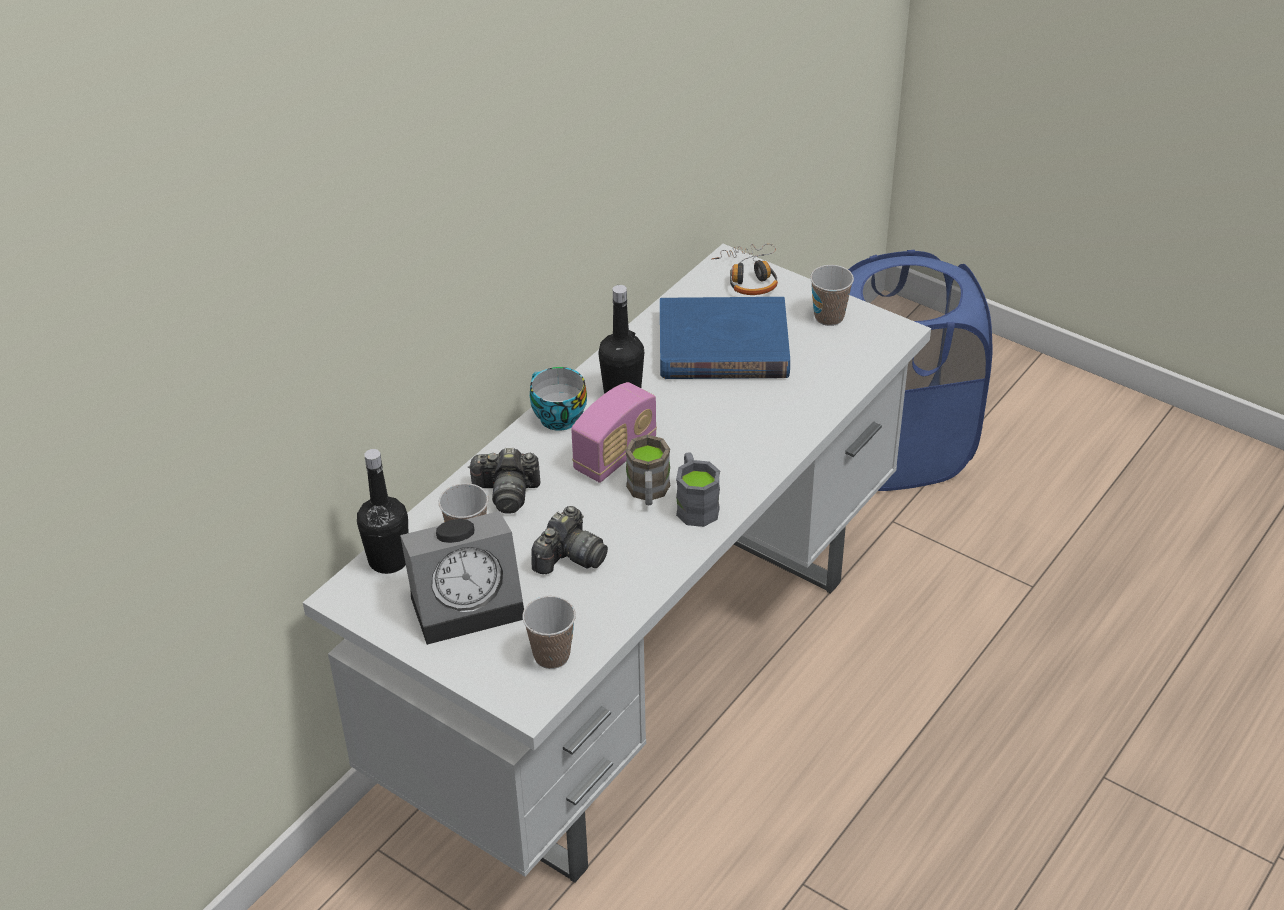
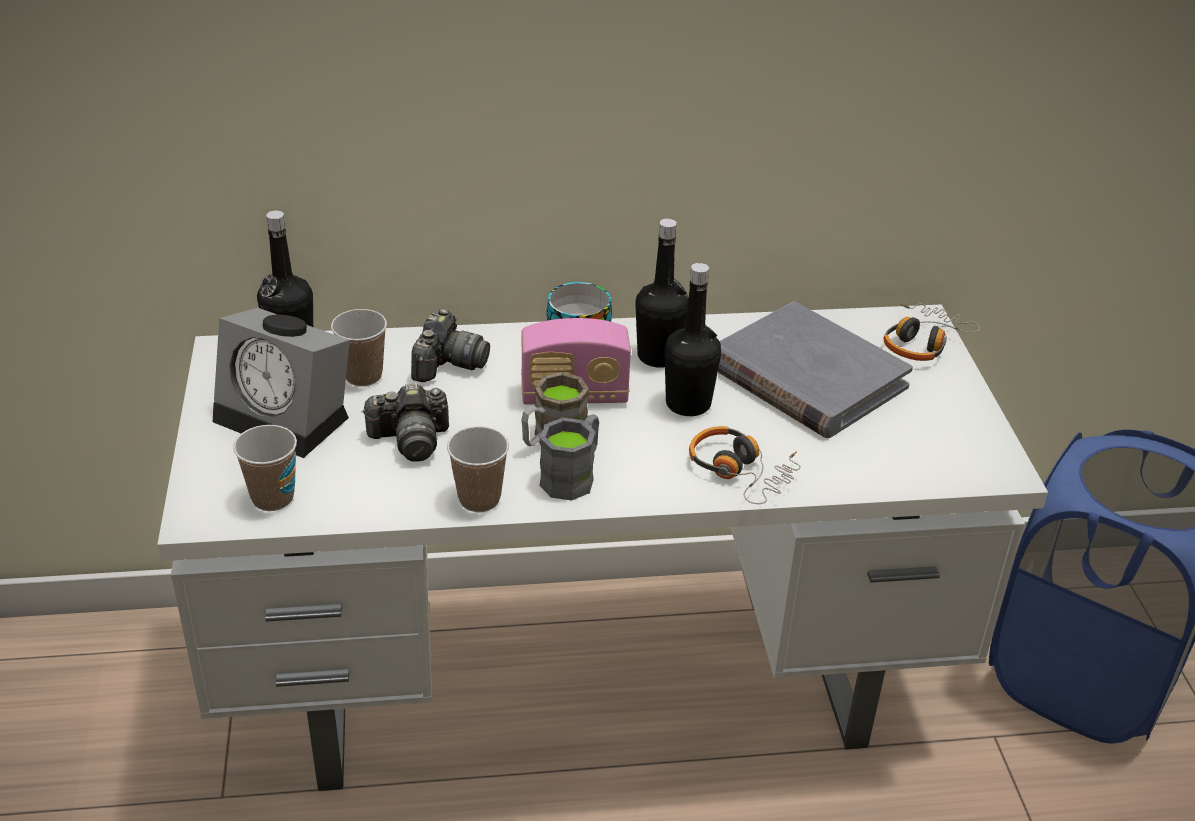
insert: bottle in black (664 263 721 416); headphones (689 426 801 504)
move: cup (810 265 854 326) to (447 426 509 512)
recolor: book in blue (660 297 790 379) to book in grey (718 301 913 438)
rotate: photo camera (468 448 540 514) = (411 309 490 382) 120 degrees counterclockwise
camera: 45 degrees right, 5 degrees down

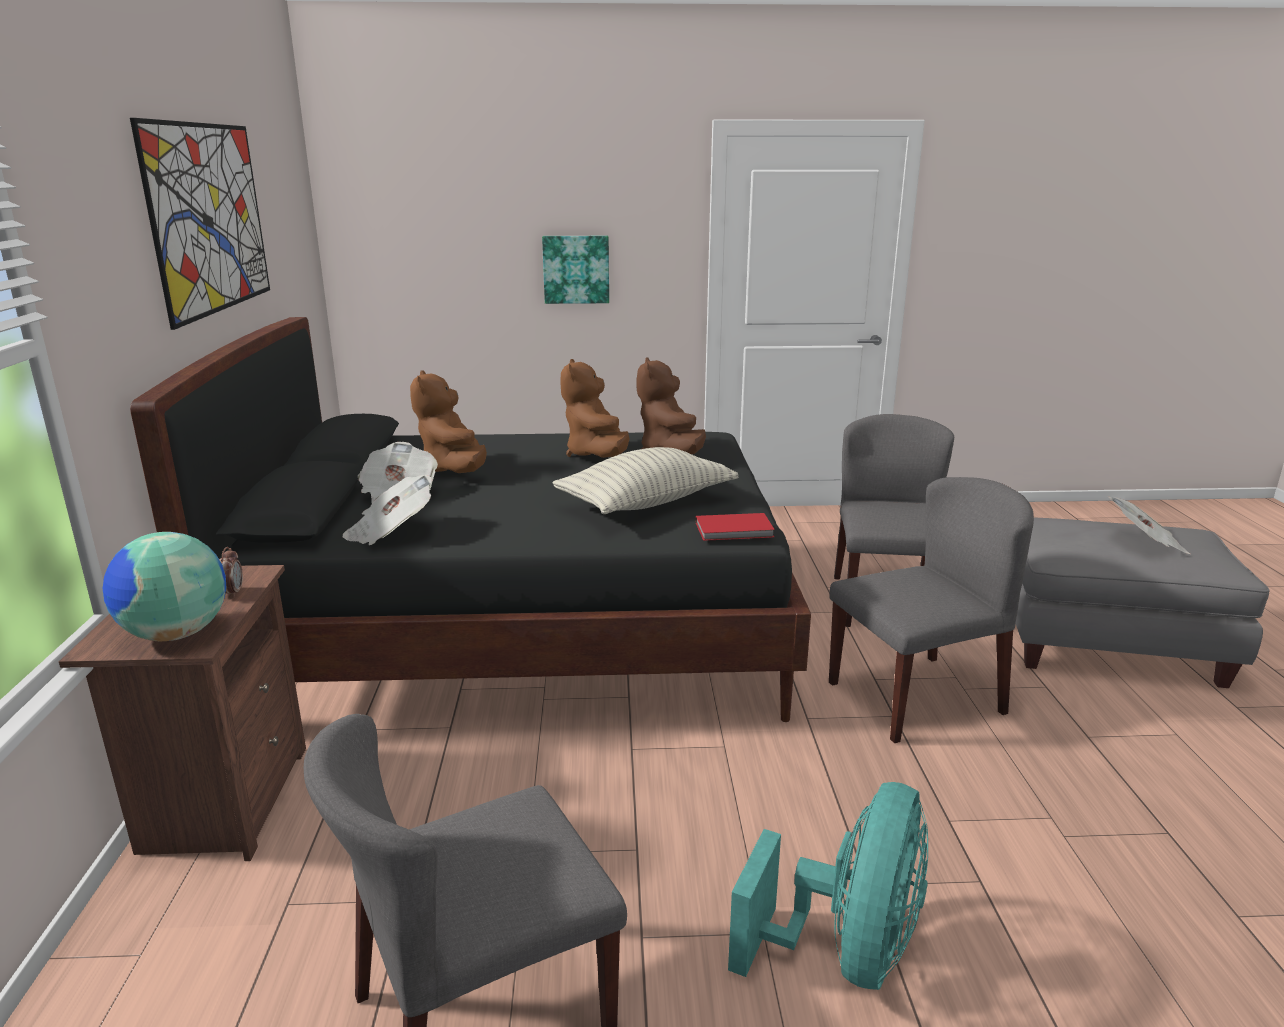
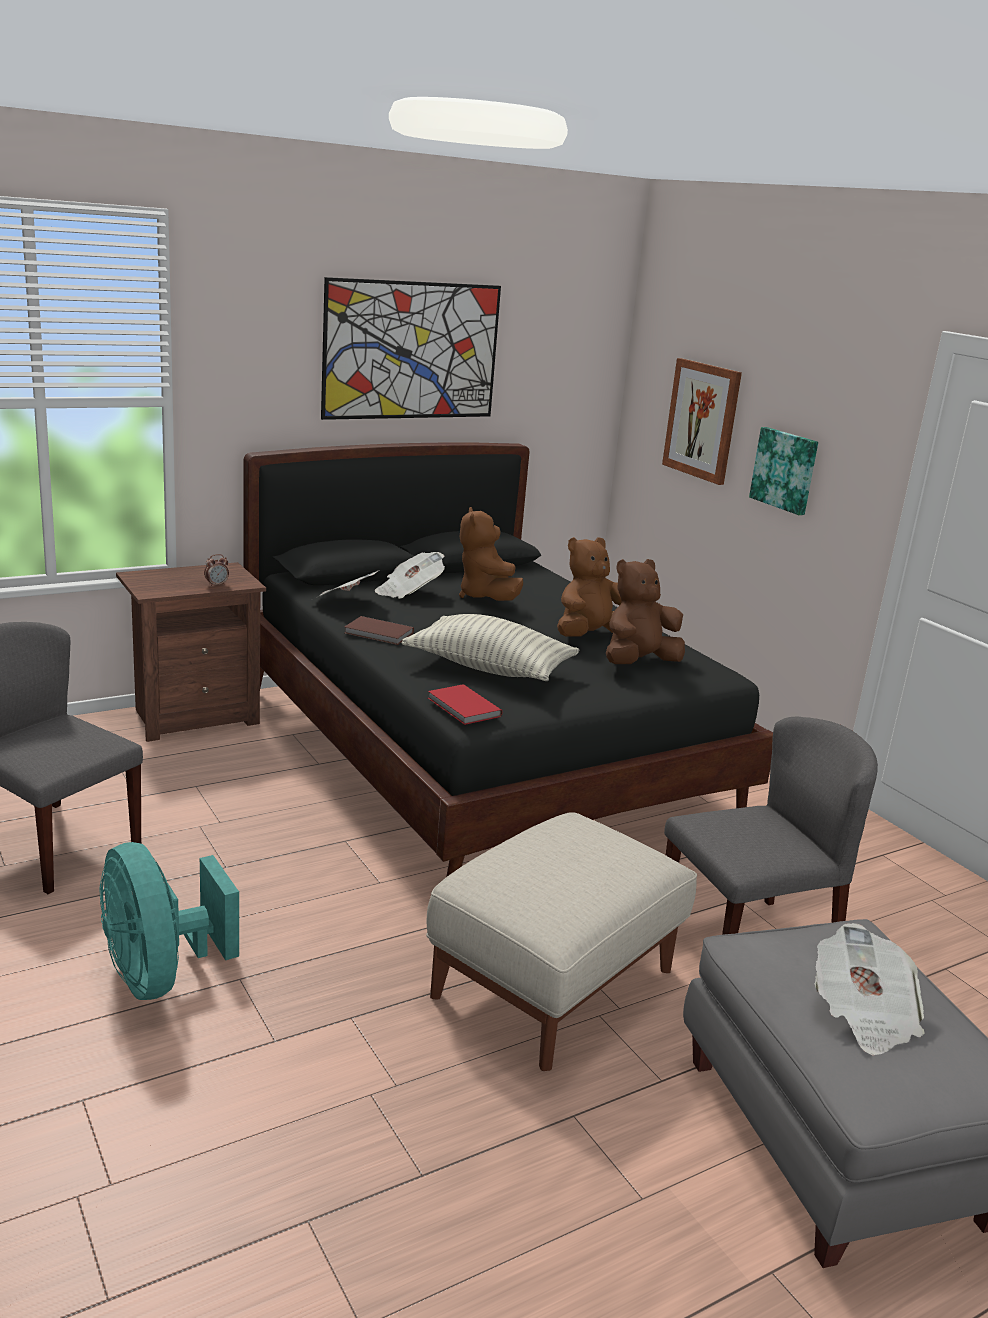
delete: globe (103 532 226 641)
insert: book in brown (345 616 414 645); picture (662 358 742 485)
replace: chair in grey (829 477 1034 743) to ottoman in beige (426 812 697 1071)
rotate: fan in turquoise (728 782 928 990) = (100 842 239 1000) 60 degrees clockwise; plush toy in brown (410 370 487 473) = (459 507 523 601) 60 degrees counterclockwise
camera: 60 degrees right, 0 degrees up

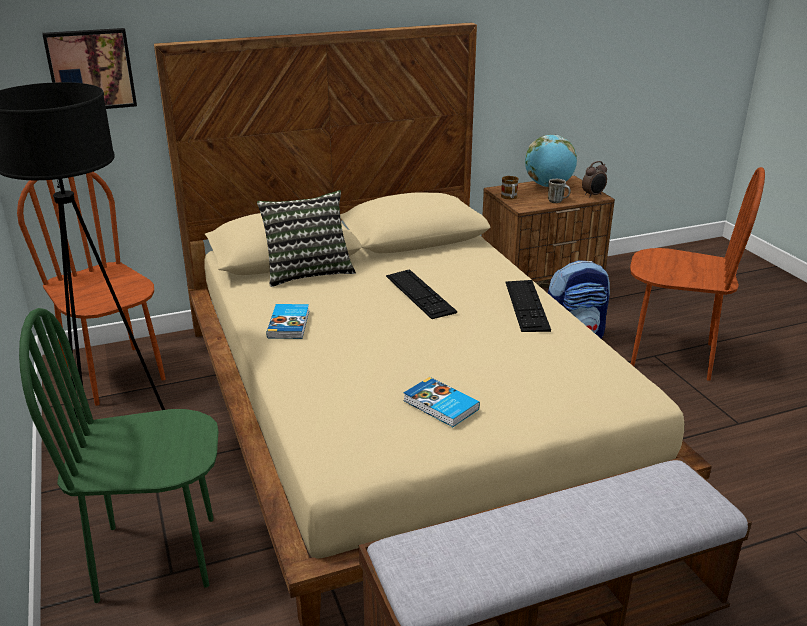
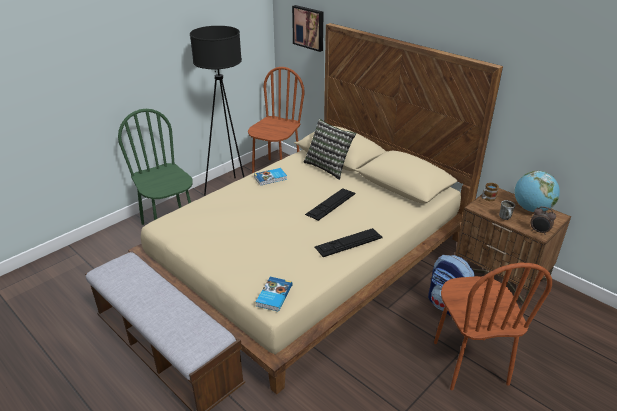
move: book (403 377 480 427) to (256 277 293 312)
camera: 65 degrees right, 5 degrees up

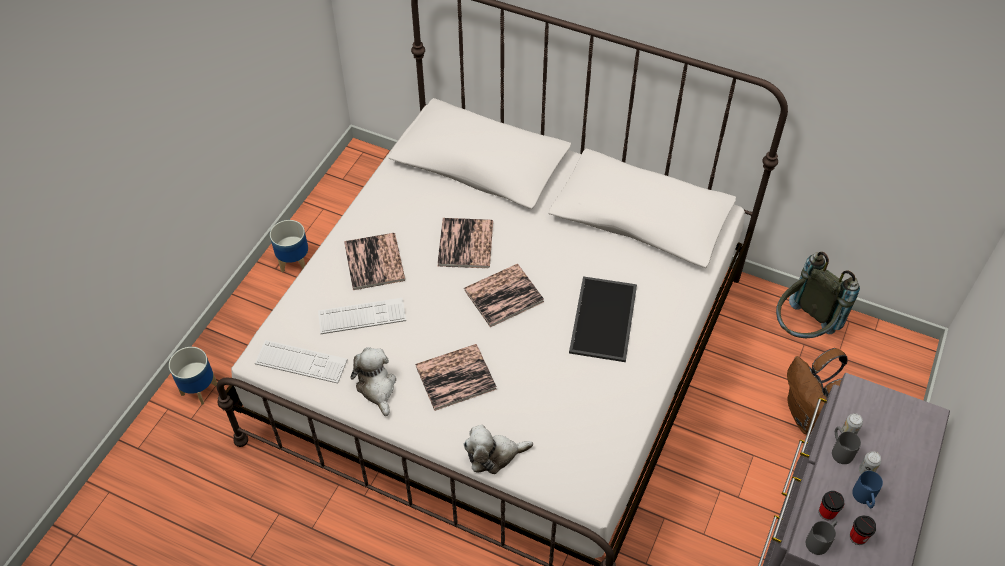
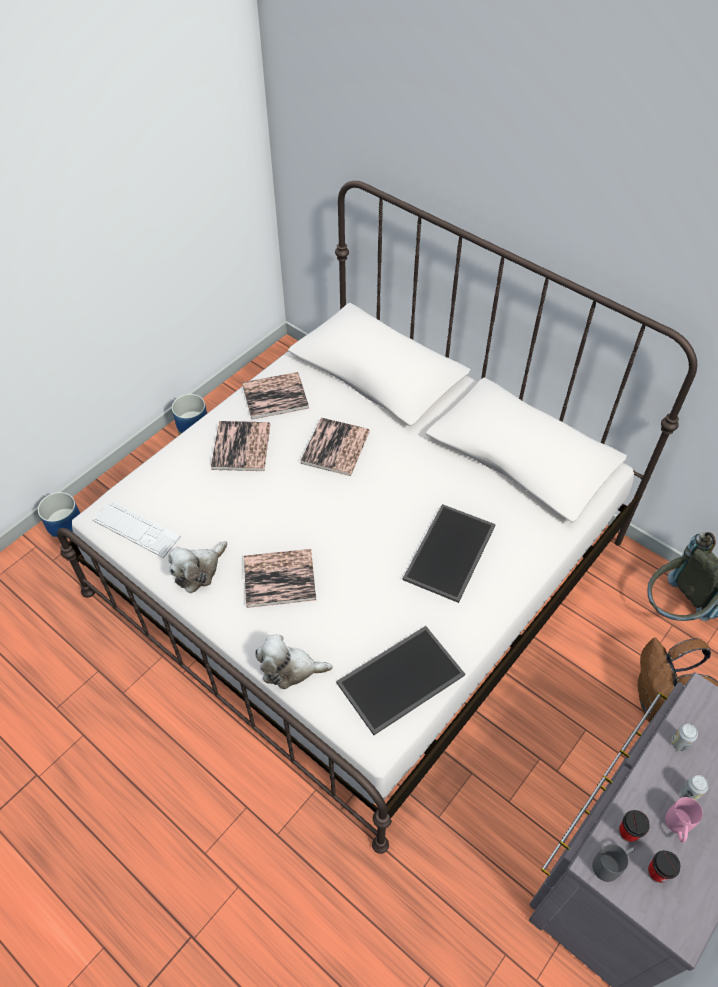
delete: keyboard (318 298 406 334); mug in grey (832 426 861 464)
insert: tray (336 626 465 735)
move: book (464 264 544 327) to (242 372 309 420)
recolor: mug in blue (852 471 883 508) to mug in pink (665 797 703 843)
rotate: plush toy (351 347 396 416) = (168 541 227 594) 135 degrees counterclockwise
camera: 15 degrees right, 0 degrees up

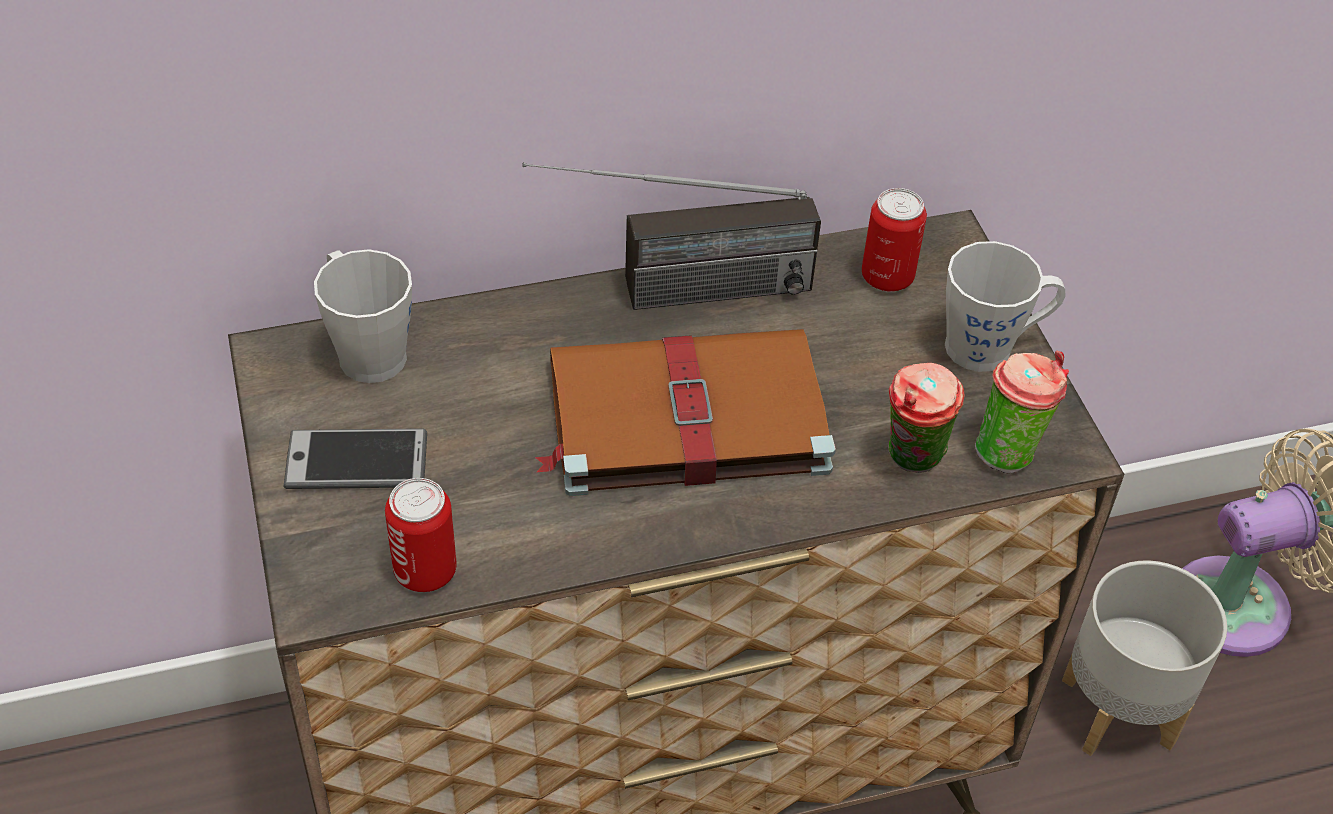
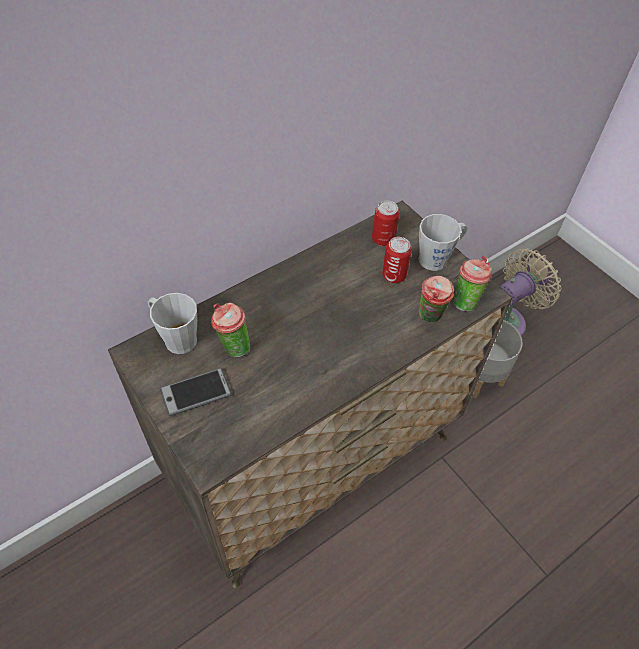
delete: radio (522 162 821 310); book in brown (535 329 836 496)
insert: cup (211 303 250 357)
move: can (385 478 457 592) to (382 237 412 283)
camera: 20 degrees left, 5 degrees up

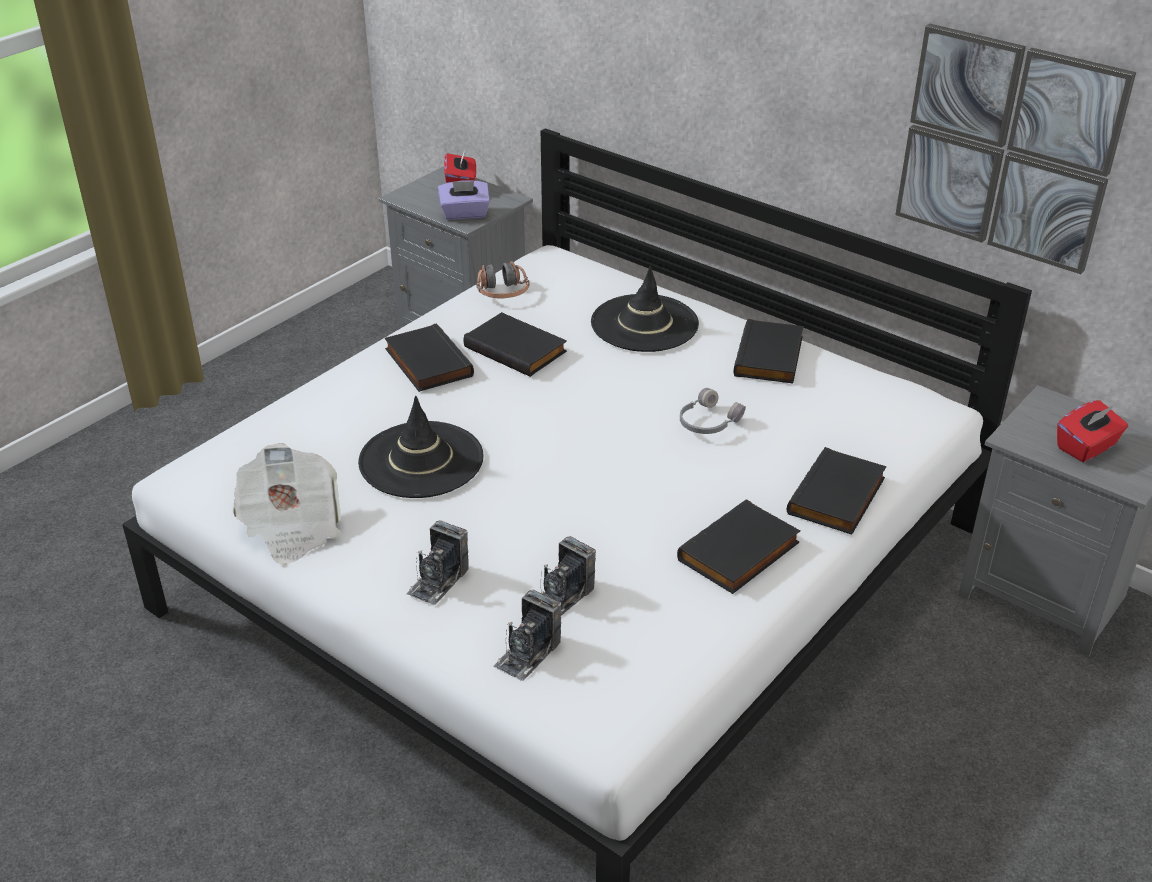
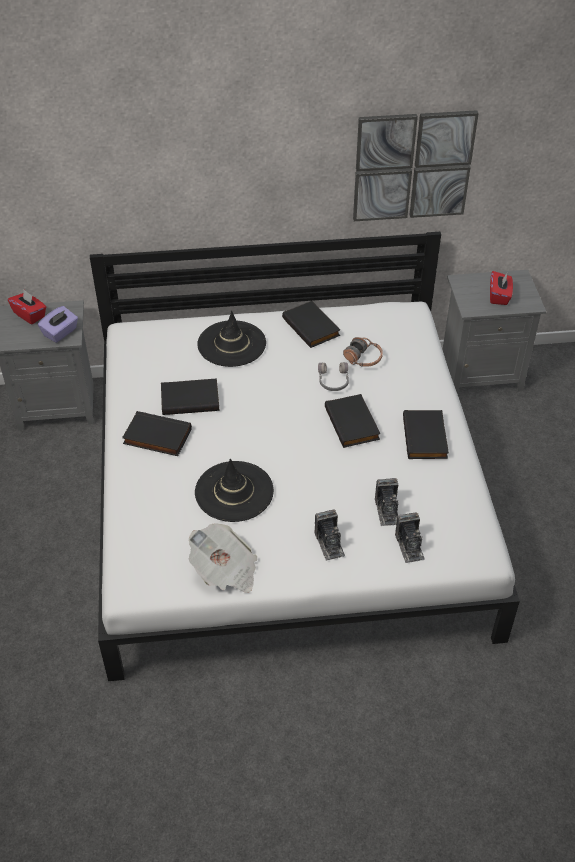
move: book in black (787 447 887 535) to (325 394 380 448); headphones (477 261 529 298) to (343 337 383 367)
camera: 45 degrees left, 10 degrees up

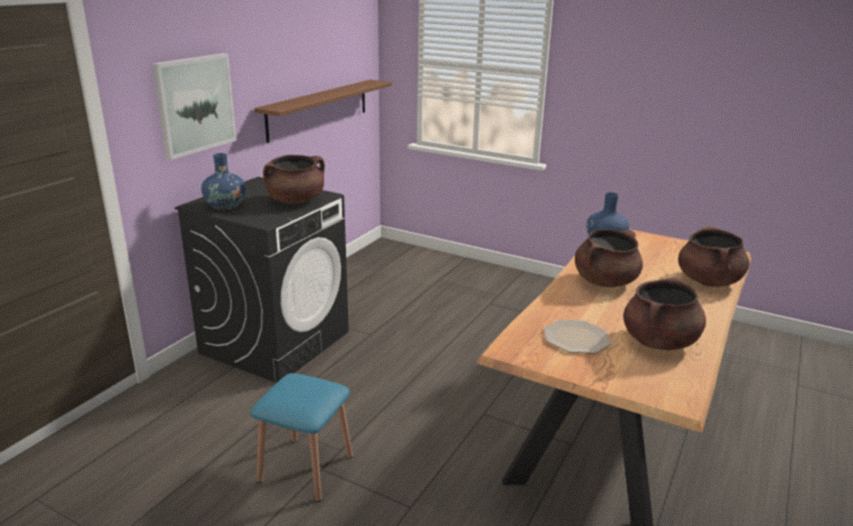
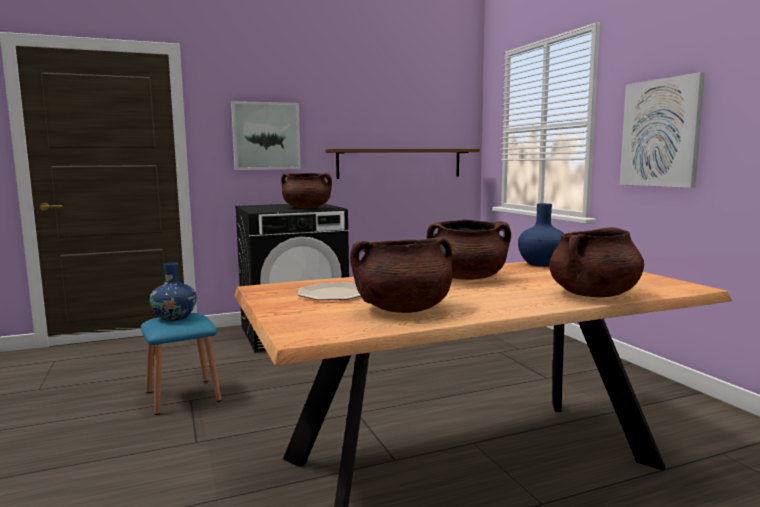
insert: picture (620 72 705 188)
move: vase in blue (201 153 246 210) to (150 262 197 321)
camera: 40 degrees right, 15 degrees down

